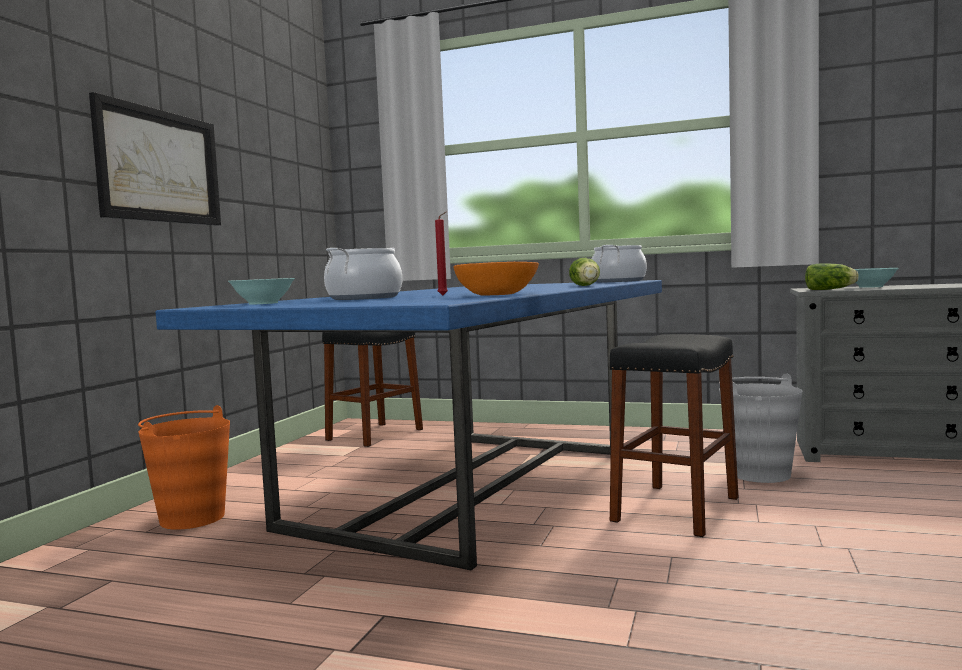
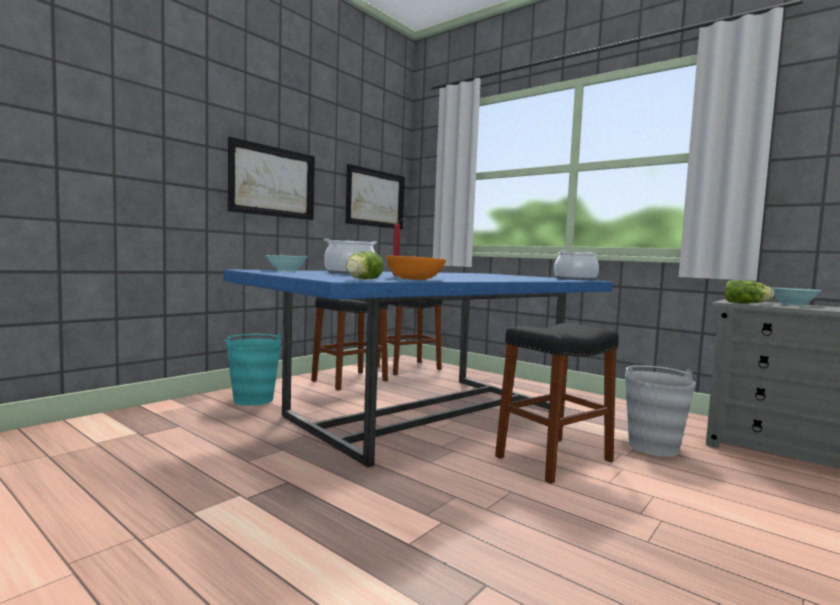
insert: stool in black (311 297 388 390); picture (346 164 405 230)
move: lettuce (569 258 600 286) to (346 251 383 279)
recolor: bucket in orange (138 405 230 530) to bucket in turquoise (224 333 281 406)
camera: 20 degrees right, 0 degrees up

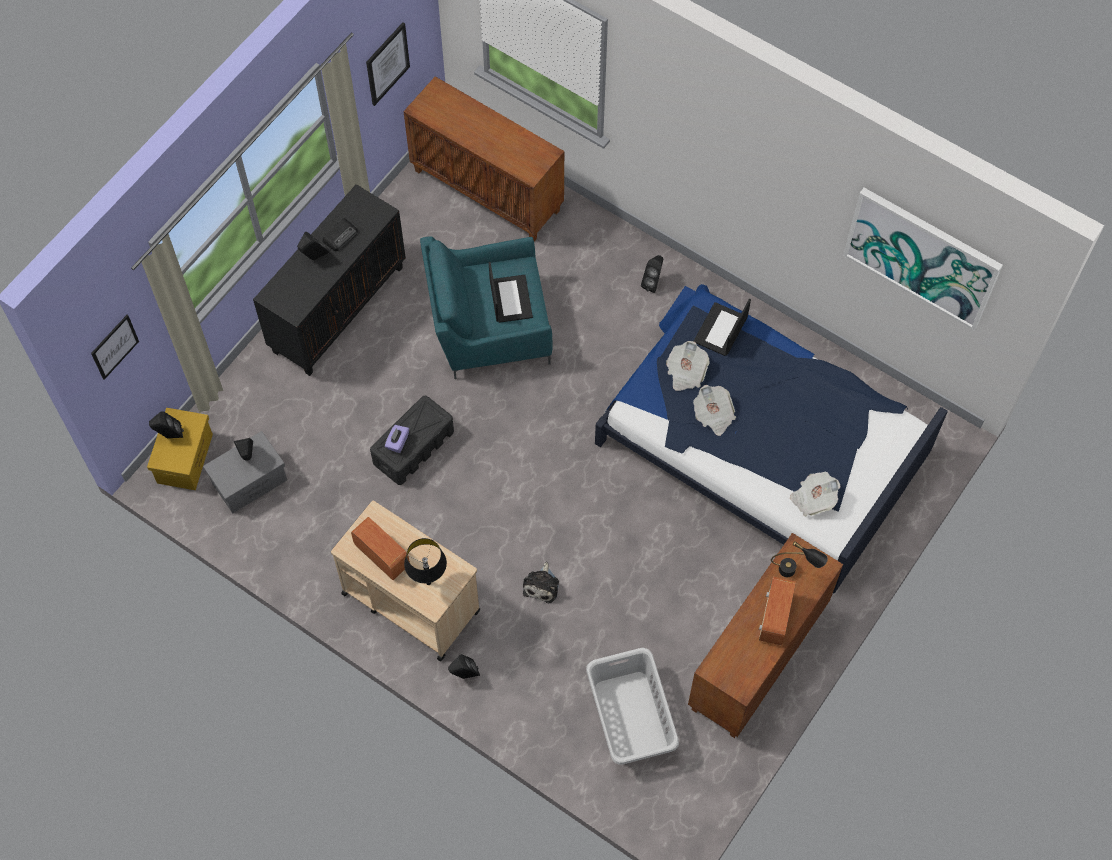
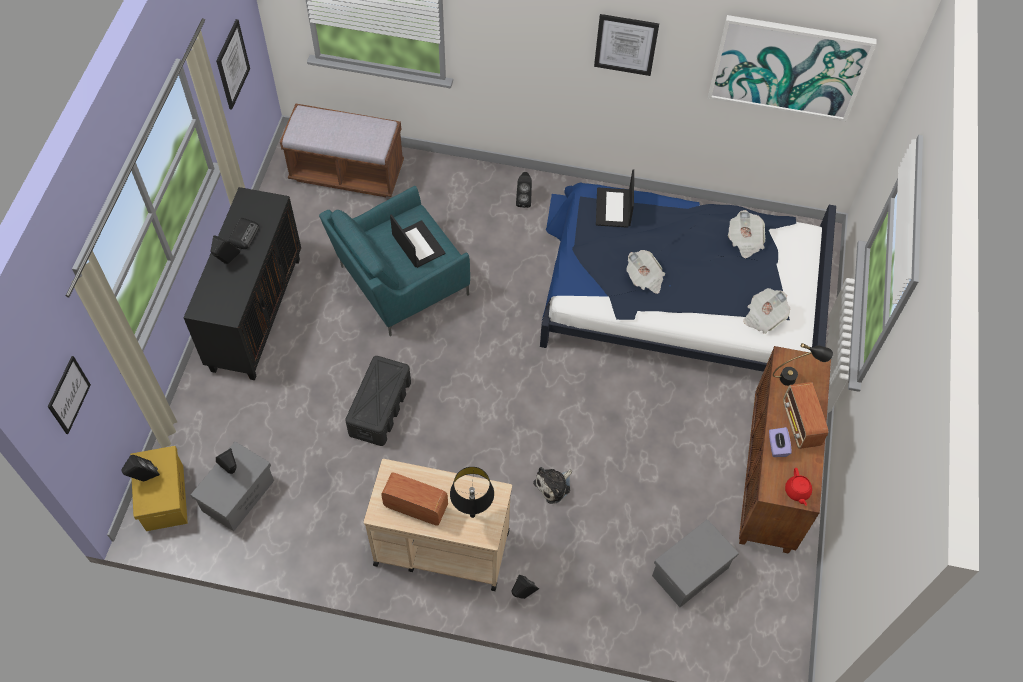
insert: picture (594 14 659 76); teapot in red (785 468 812 506)
move: newspaper (666 341 710 391) to (728 210 765 258); tissue box in purple (385 425 409 453) to (769 427 791 457)
replace: cabinet in brown (403 76 564 241) to bench in brown (280 104 404 197); laundry basket in grey (586 648 679 765) to storage box in grey (652 519 739 607)
rotate: plush toy (523 562 559 603) = (533 467 572 504) 60 degrees clockwise
camera: 25 degrees left, 5 degrees down

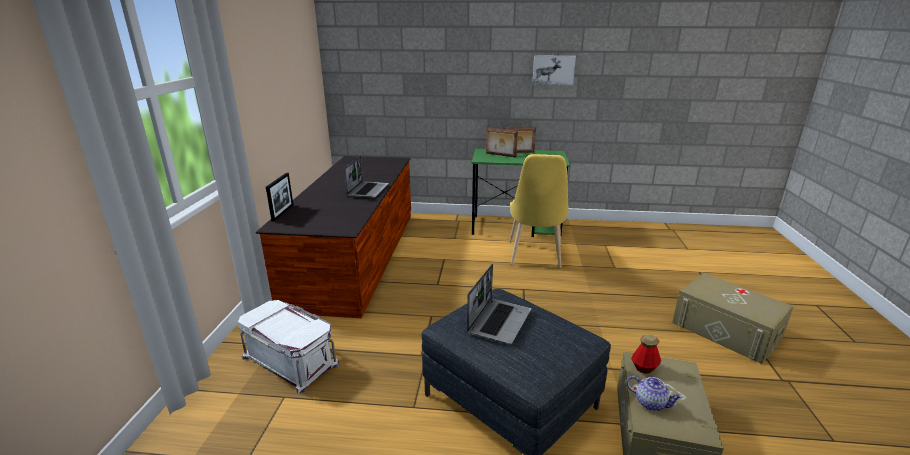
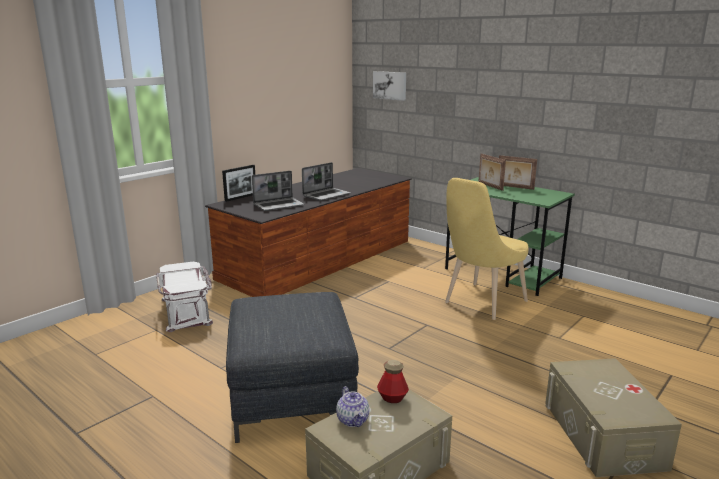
move: laptop (467 264 531 345) to (252 171 304 211); picture (532 55 576 85) to (373 71 406 101)
camera: 35 degrees right, 5 degrees down

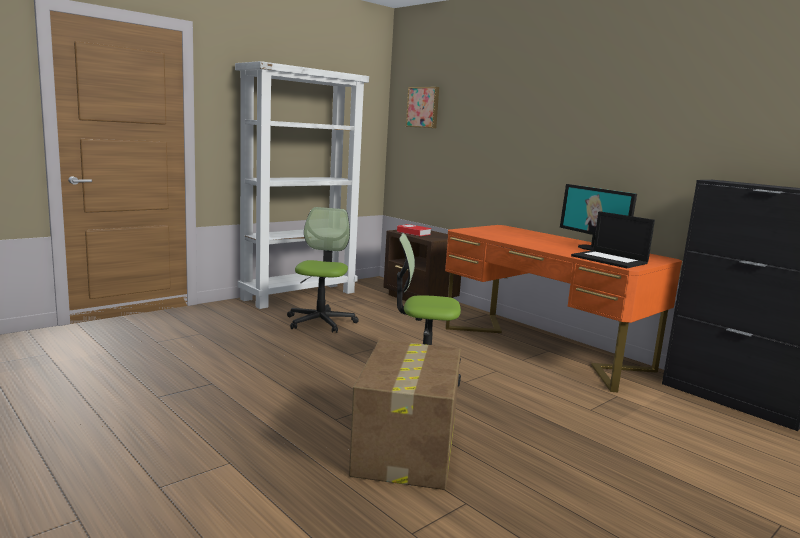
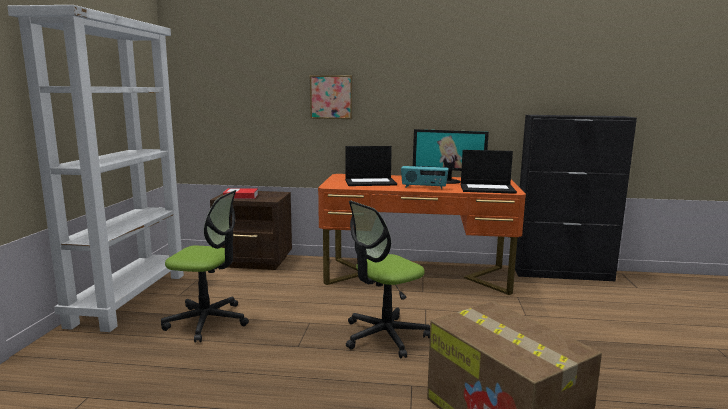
insert: laptop (345 146 397 186); radio (401 166 449 189)
move: picture (406 87 439 128) to (310 75 353 119)
rotate: office chair (287 207 358 333) = (161 190 249 342) 135 degrees clockwise
camera: 40 degrees left, 0 degrees up

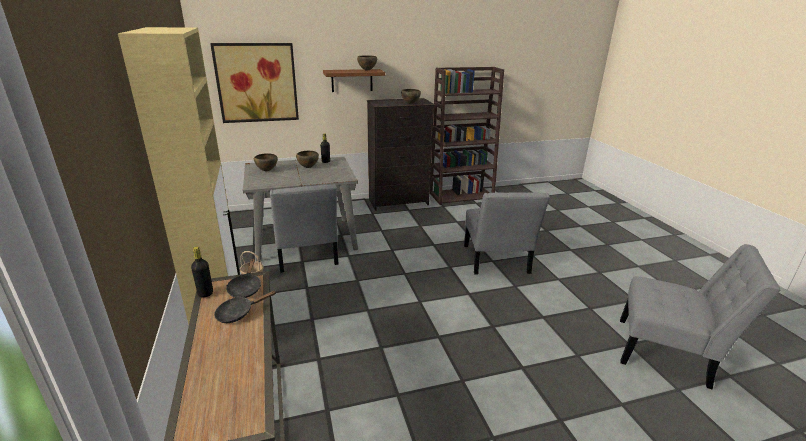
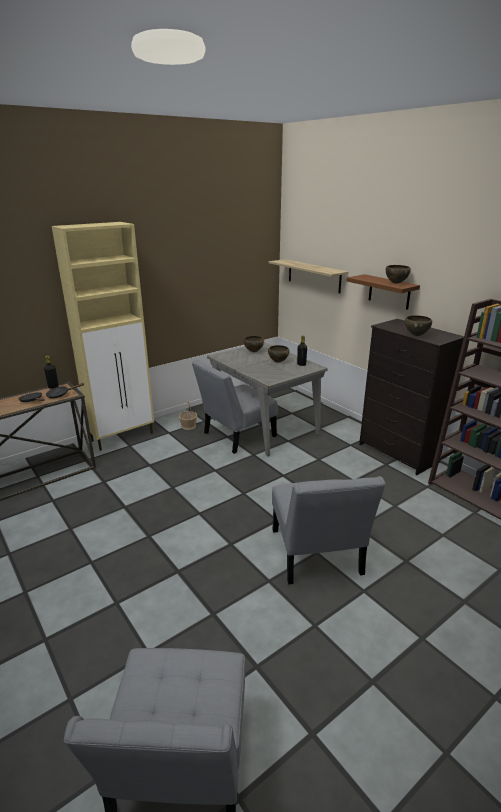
replace: picture (210 43 299 123) to shelf (268 259 348 293)
rotate: chair in grey (464 192 550 275) = (272 476 386 584) 75 degrees counterclockwise
camera: 70 degrees right, 0 degrees up

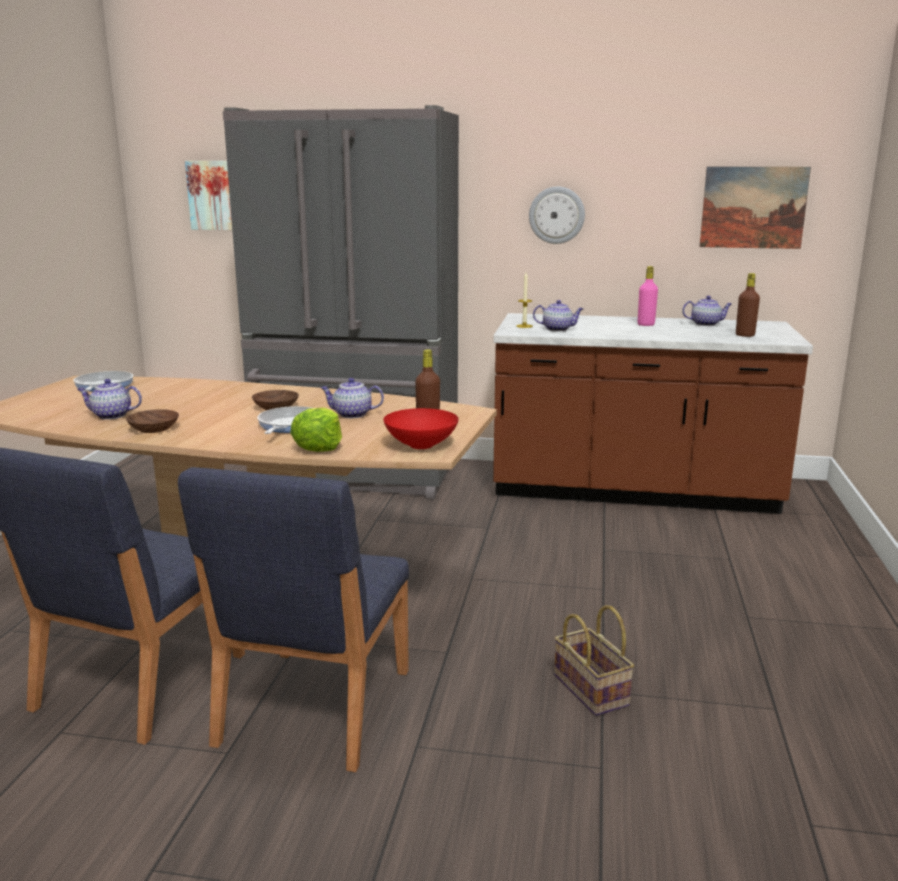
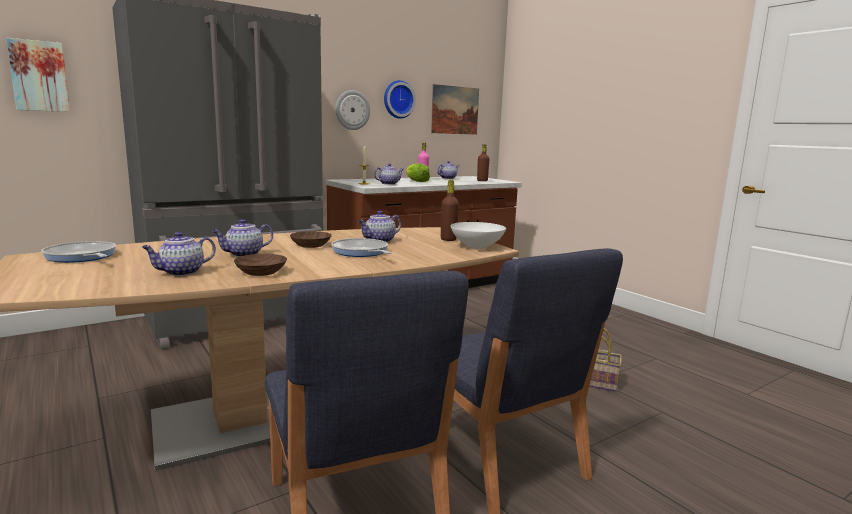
insert: teapot (212 219 273 257); wall clock (384 80 416 119)
move: lettuce (290 407 342 452) to (406 163 430 182)
recolor: bowl in red (383 408 459 449) to bowl in white (451 222 506 249)
camera: 45 degrees left, 5 degrees down

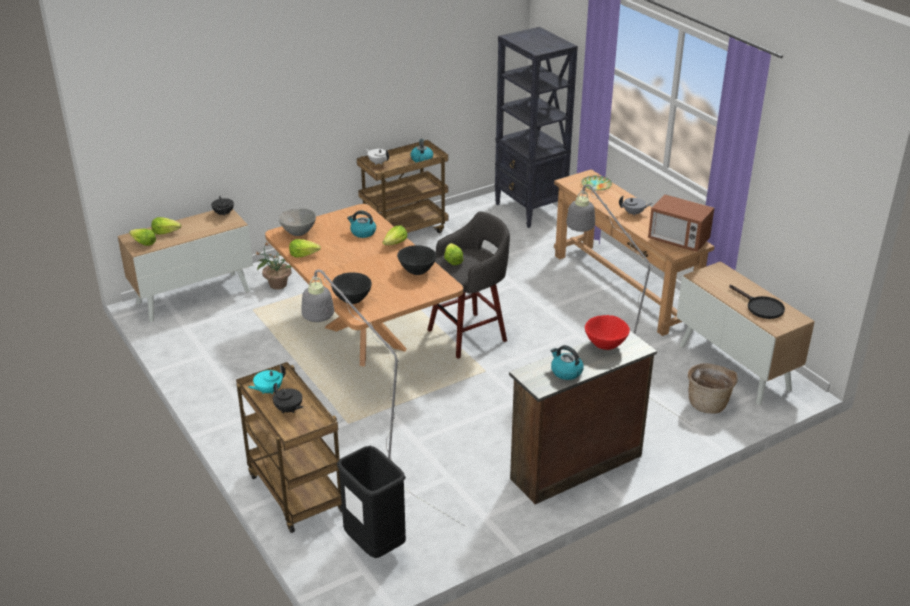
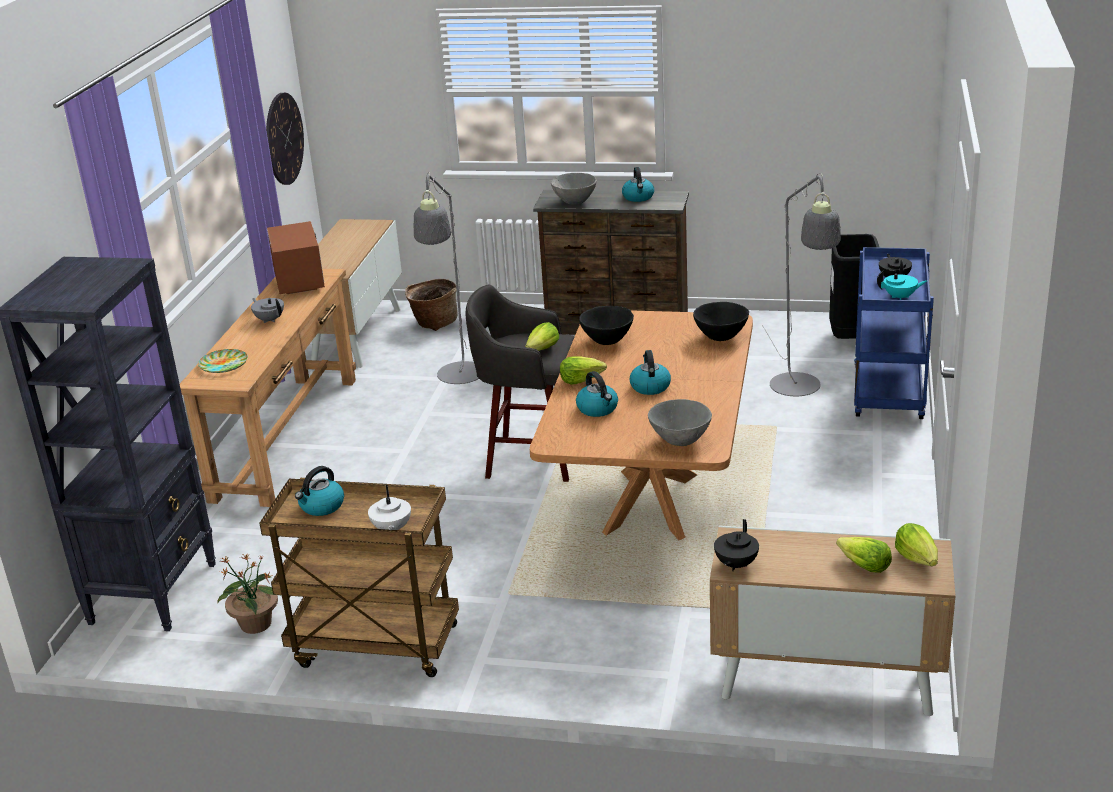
delete: lettuce (289 239 321 258); frying pan in black (729 285 785 319)
insert: wall clock (266 93 304 185); kettle (630 350 671 395)
move: potted plant (255 242 292 289) to (217 553 282 634)
recolor: bowl in red (585 315 630 350) to bowl in grey (551 173 597 205); cart in brown (236 362 342 533) to cart in blue (854 247 934 419)
camera: 135 degrees left, 5 degrees down

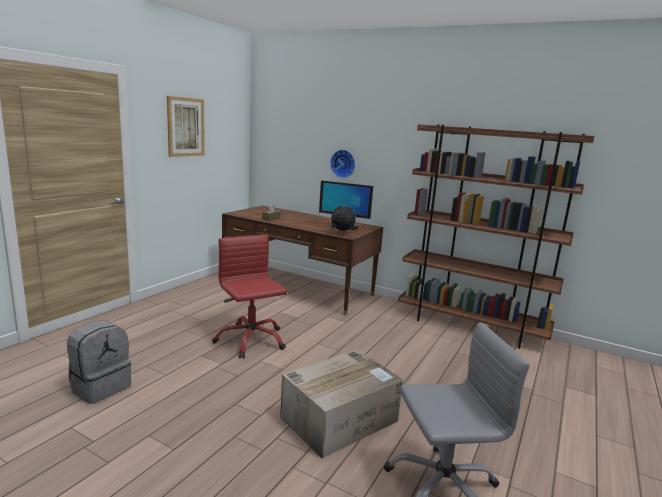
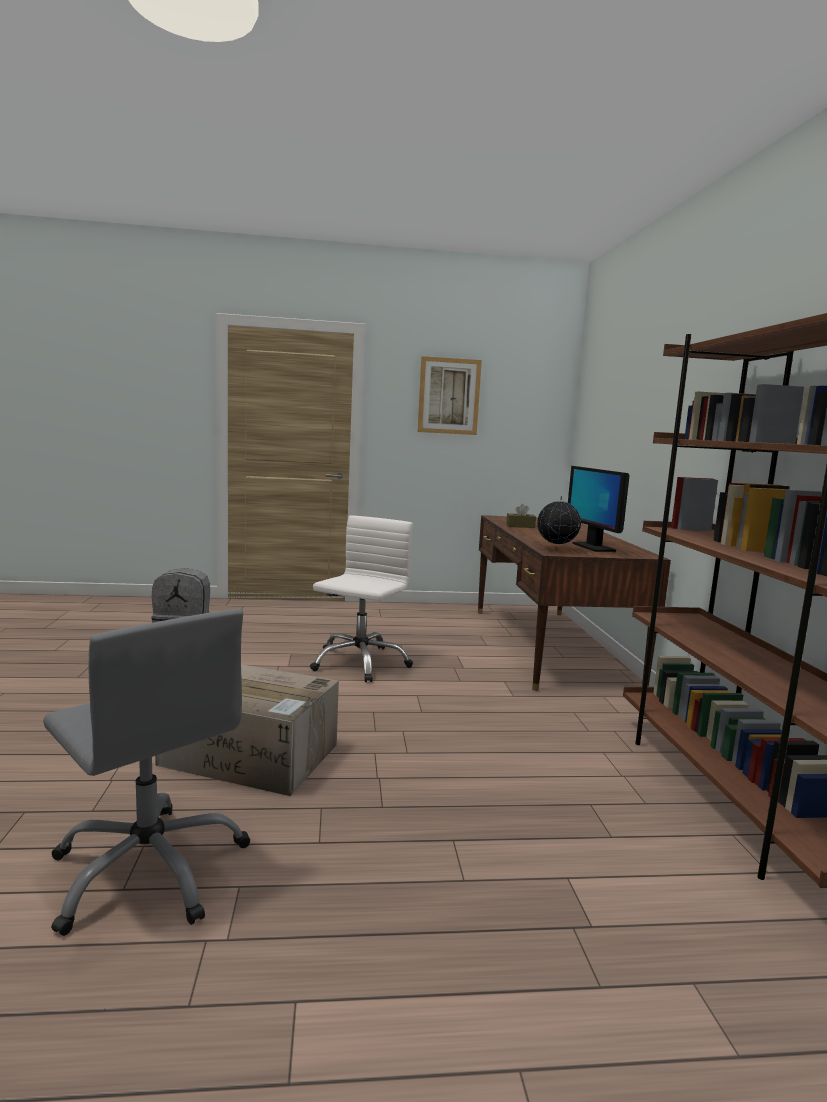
delete: wall clock (330 150 355 178)
recolor: office chair in red (212 235 287 359) to office chair in white (310 515 413 682)
camera: 55 degrees right, 5 degrees down

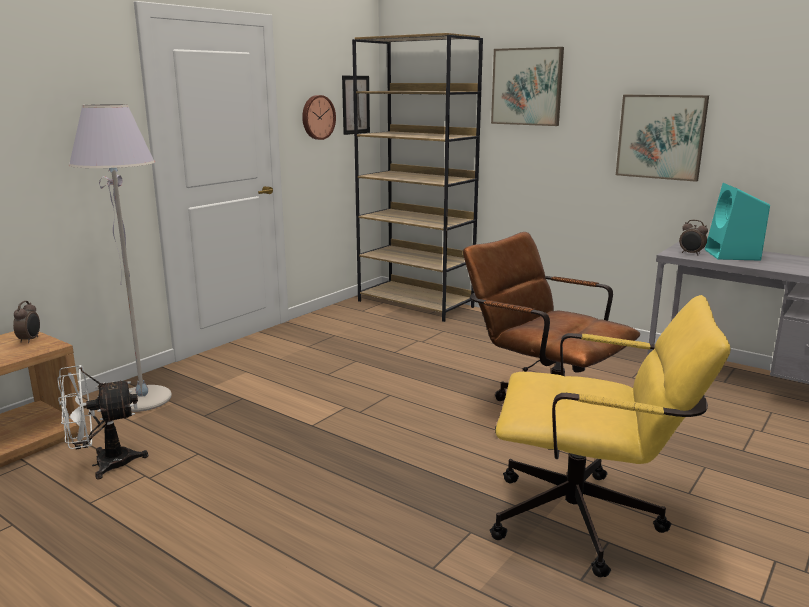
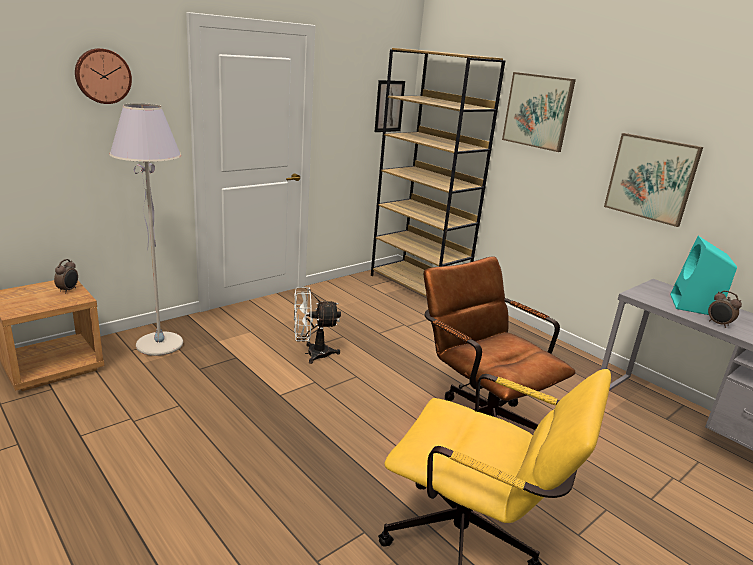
move: wall clock (302 95 336 140) to (75 48 132 104); fan in white (57 365 148 480) to (294 287 341 364); alarm clock (679 220 708 256) to (708 291 742 328)
camera: 10 degrees right, 5 degrees up

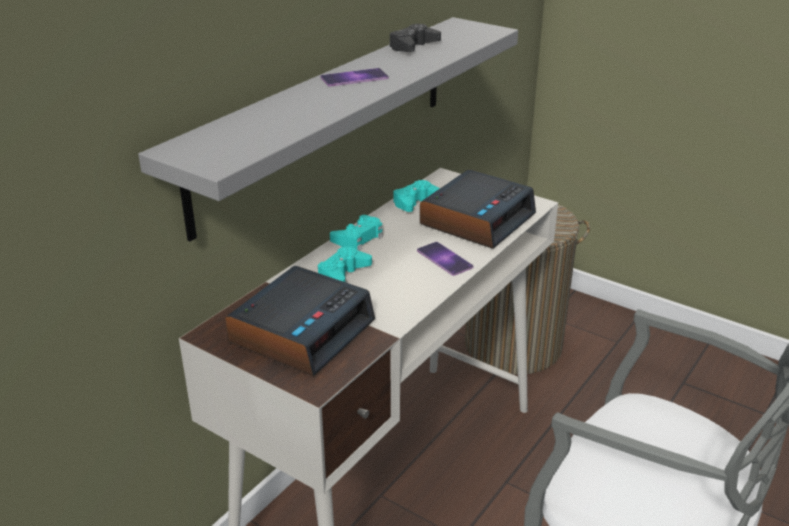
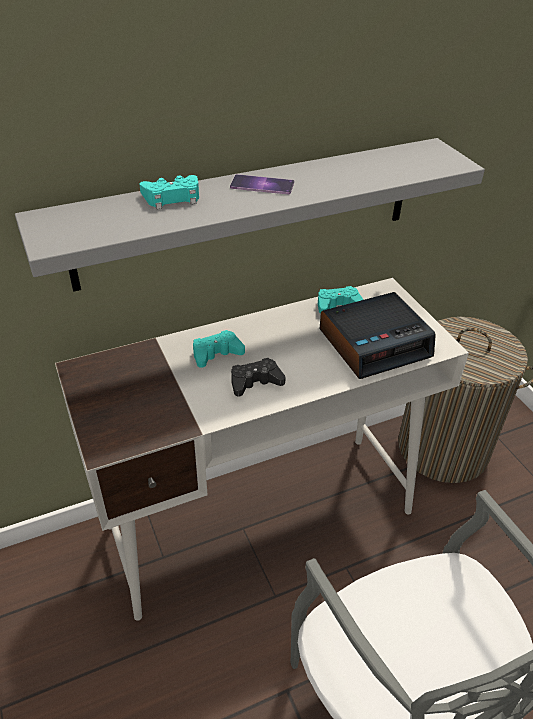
delete: alarm clock (225 266 375 376); phone (417 242 474 276)
move: game controller in turquoise (330 215 383 251) to (139 175 199 209); game controller in black (389 24 441 52) to (231 358 286 396)
camera: 30 degrees right, 10 degrees up

